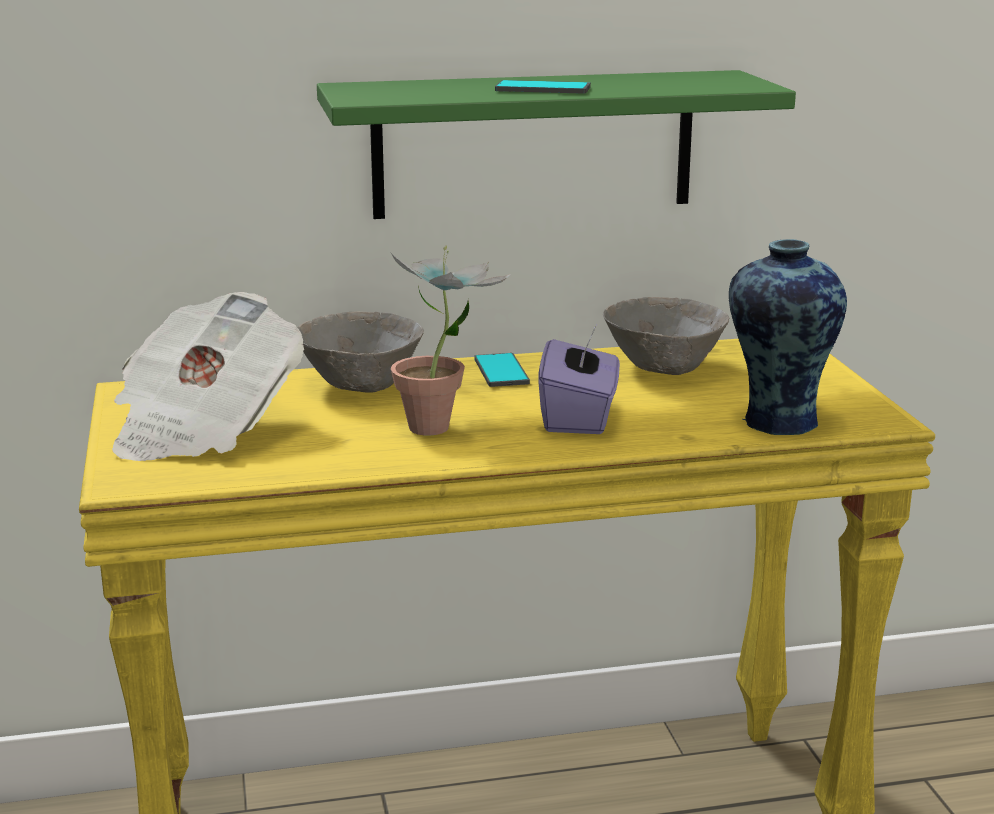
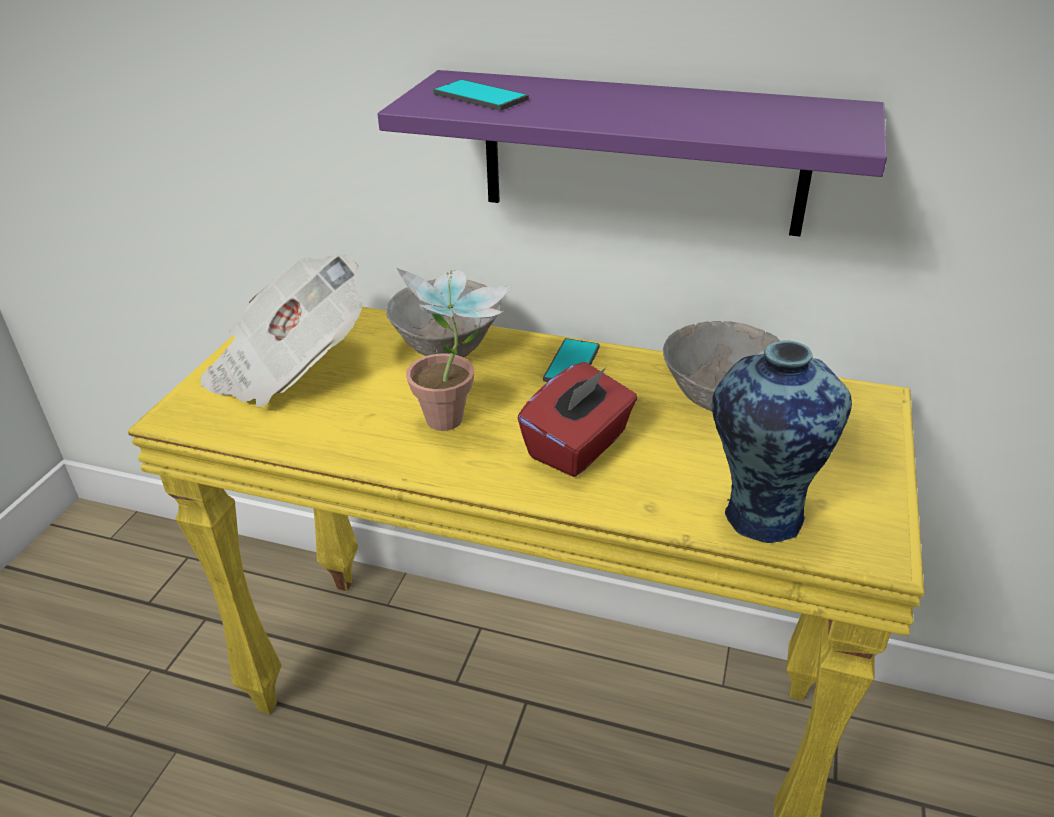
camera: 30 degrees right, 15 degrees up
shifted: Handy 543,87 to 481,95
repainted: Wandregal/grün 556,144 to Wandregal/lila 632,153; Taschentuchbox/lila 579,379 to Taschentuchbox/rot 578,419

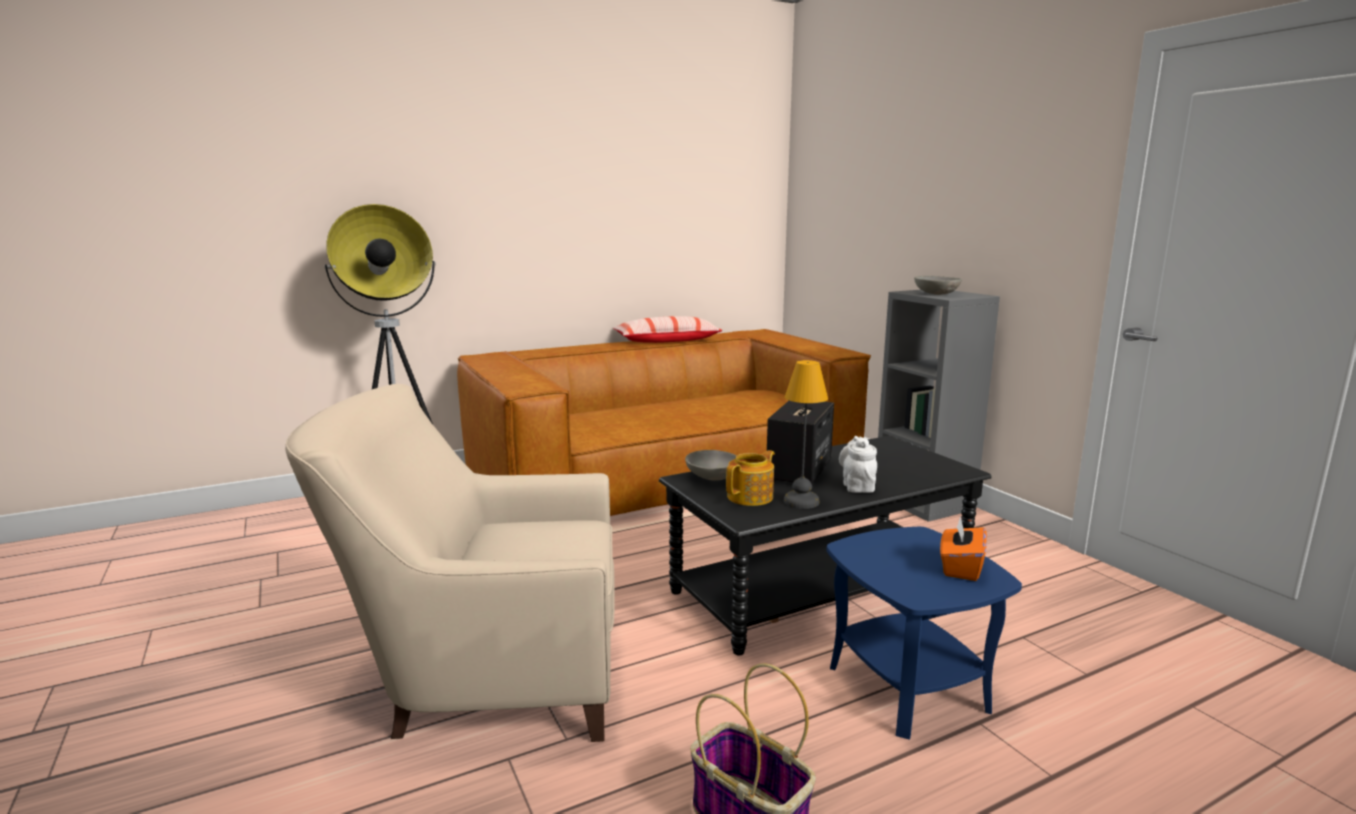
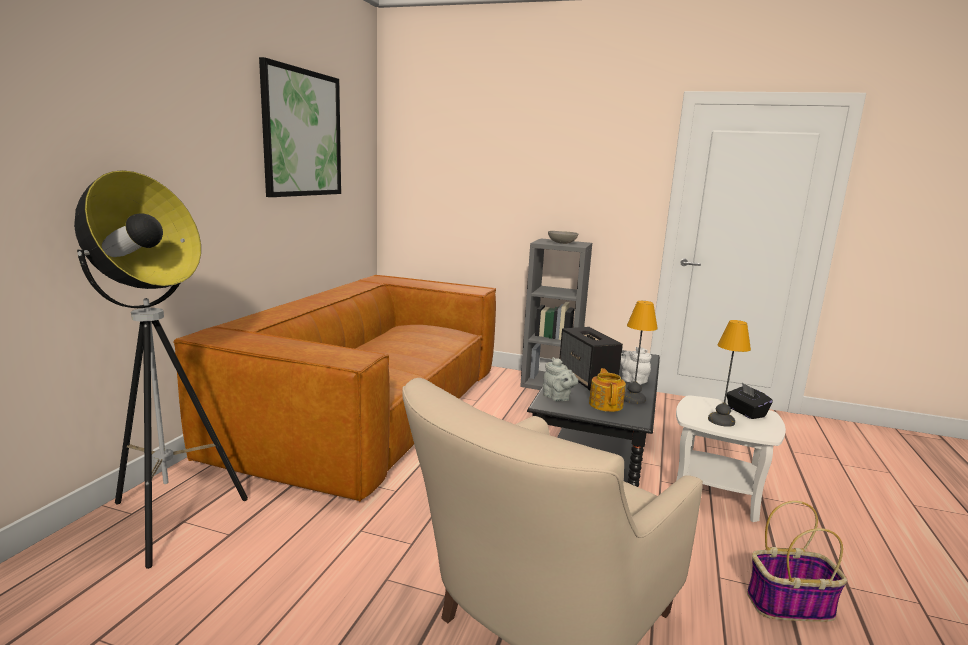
camera: 45 degrees left, 0 degrees up
gone: Kissen 668,329
new: Bild 300,127; Tischlampe 729,373
swapped: Schüssel/grau 711,465 to Teekanne/grau 560,379
repainted: Beistelltisch/blau 924,633 to Beistelltisch/weiß 731,458; Taschentuchbox/orange 963,548 to Taschentuchbox/schwarz 750,401

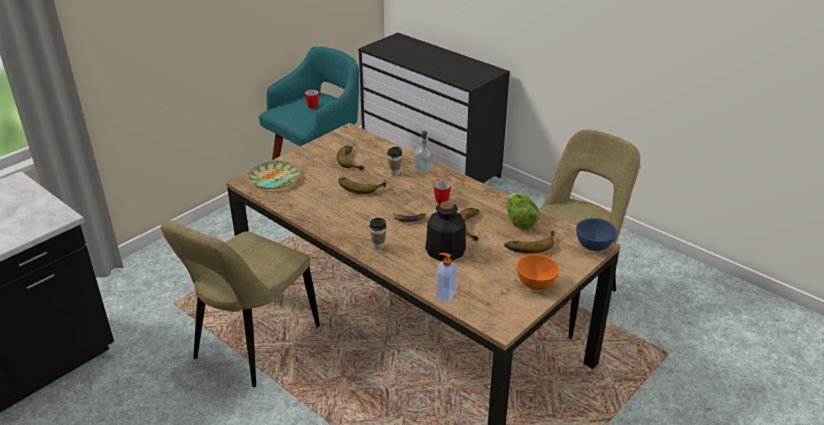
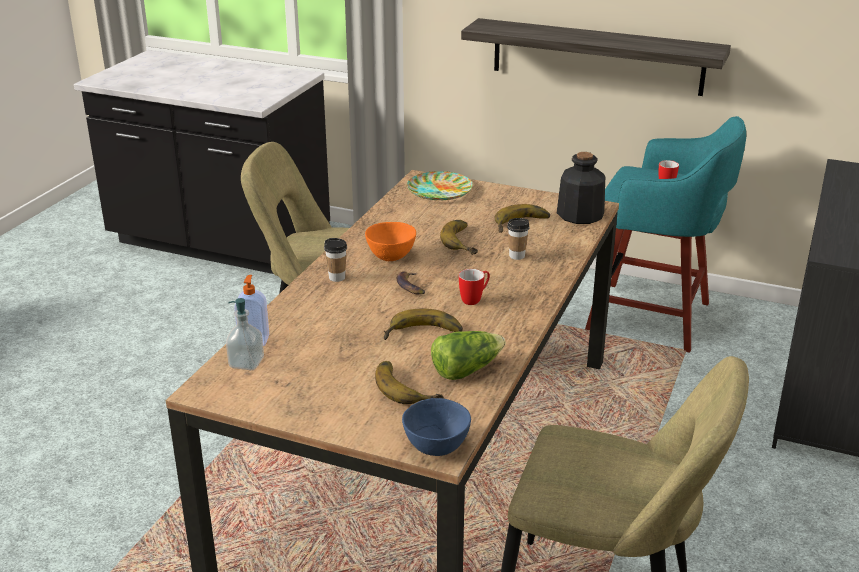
camera: 70 degrees right, 5 degrees down
new: Wandregal 596,57
shifted: Seifenspender 424,151 to 245,334; Flasche 445,231 to 581,188; Schüssel/orange 538,272 to 390,241

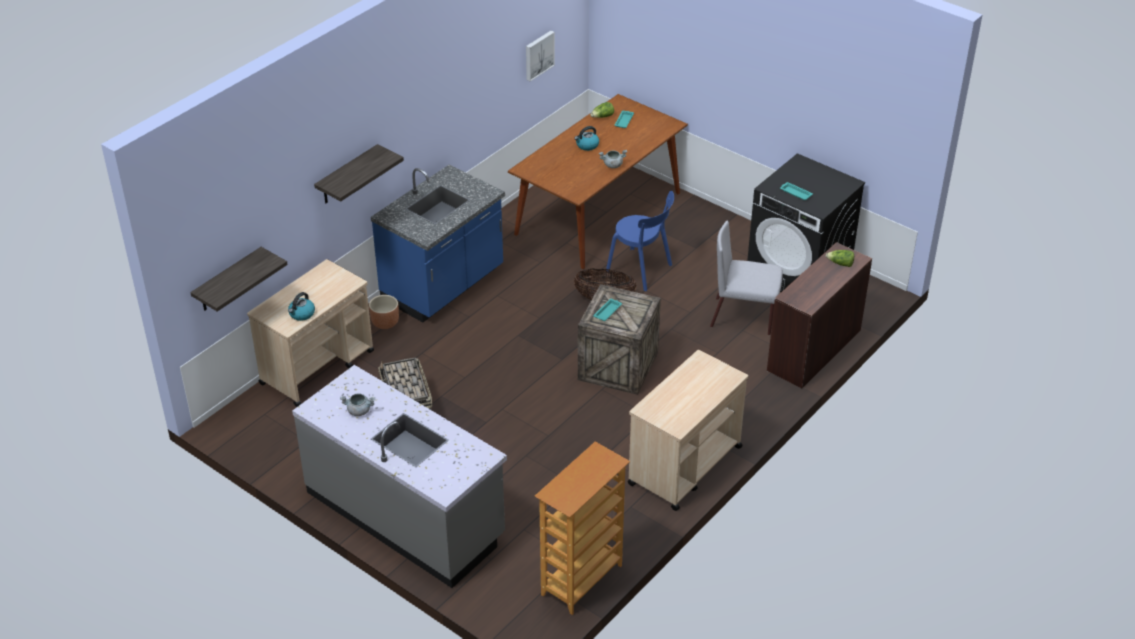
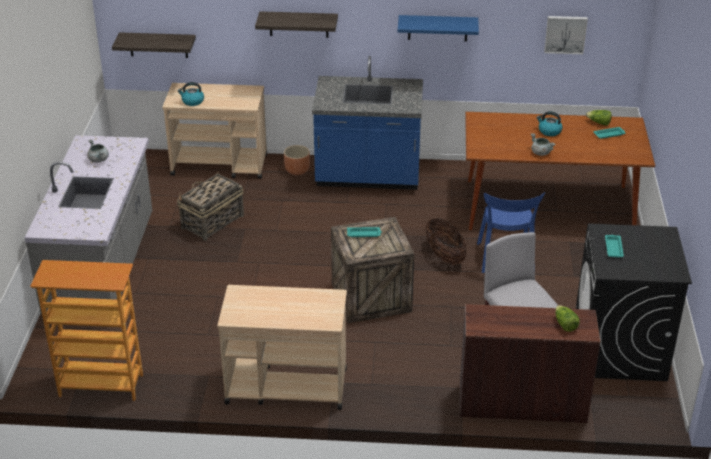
camera: 55 degrees right, 5 degrees down
new: Wandregal/blau 438,28

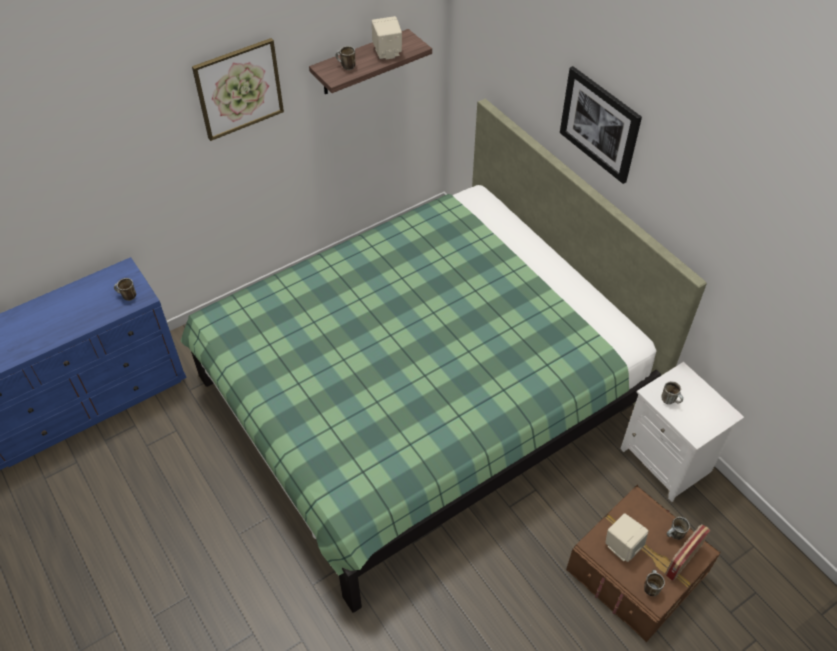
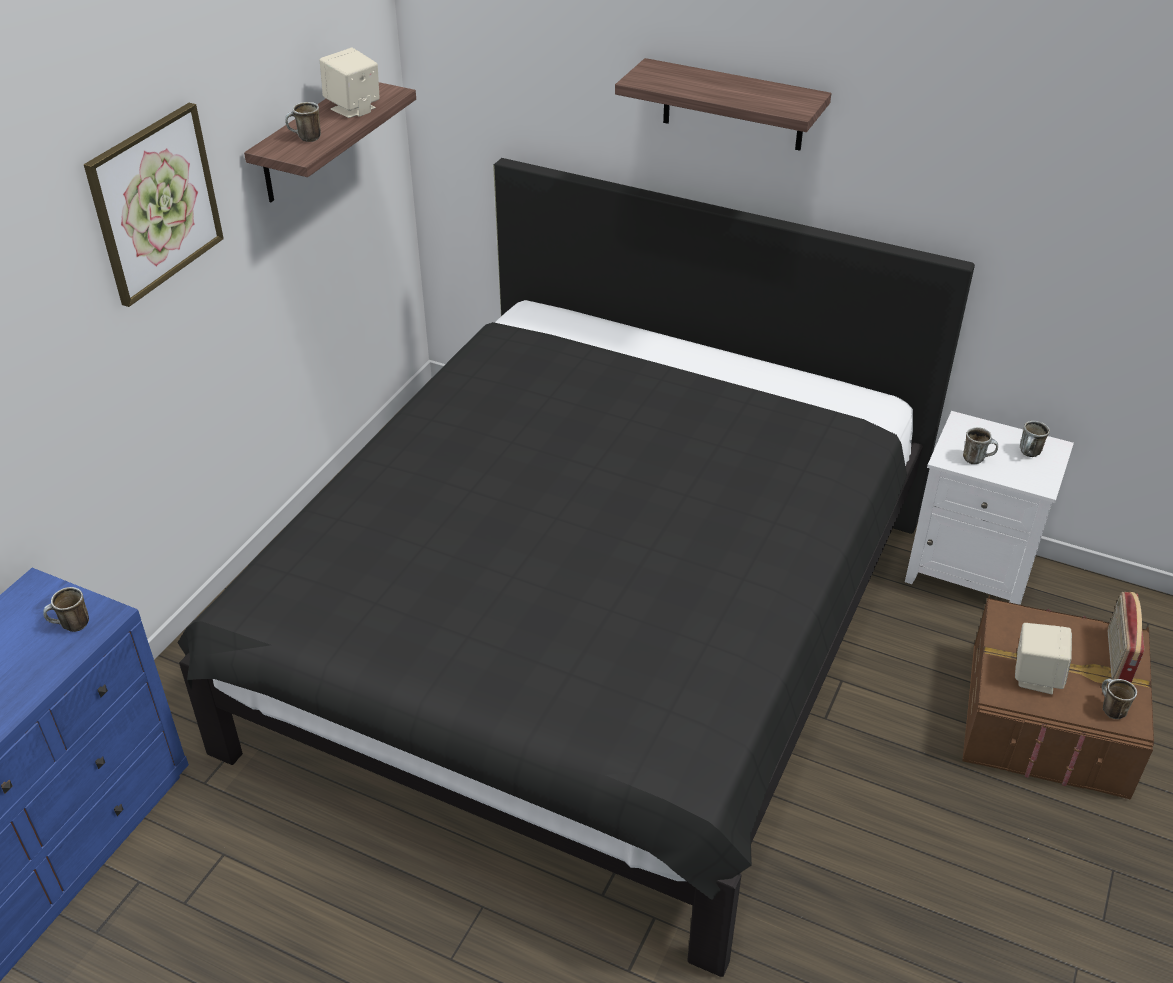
camera: 30 degrees left, 10 degrees down
shifted: Henkelbecher 678,528 to 1035,439
swapped: Bild 601,125 to Wandregal 723,104
repainted: Bett/grün 444,356 to Bett/schwarz 576,567

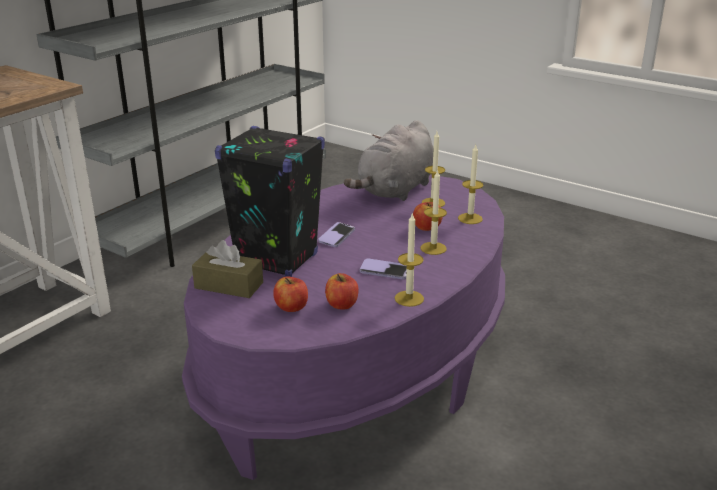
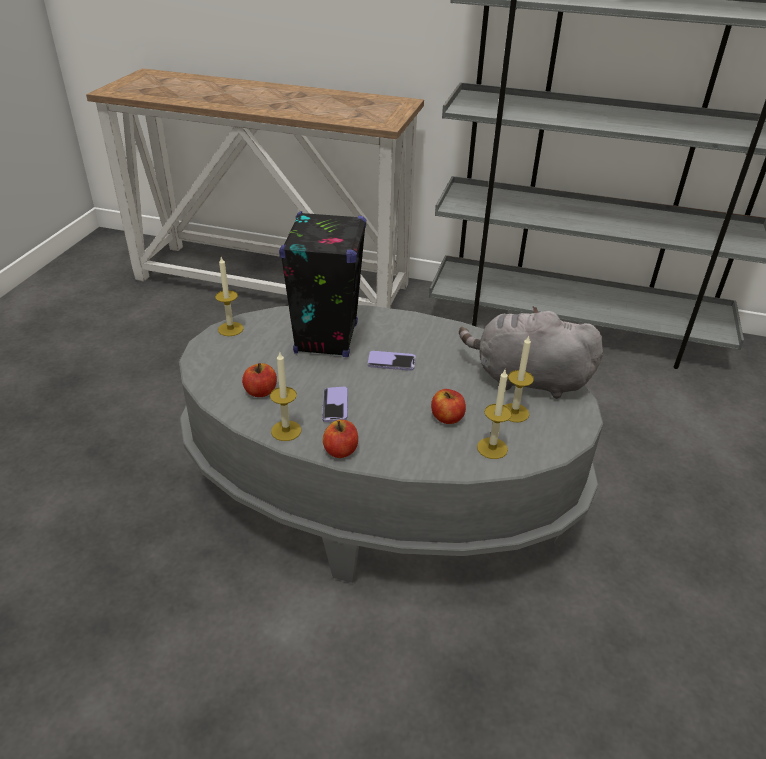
camera: 70 degrees right, 10 degrees up
gone: Taschentuchbox/braun 227,269
shifted: Apfel 290,294 to 340,439; Kerze 434,212 to 229,296
repainted: Couchtisch/lila 343,327 to Couchtisch/grau 391,444

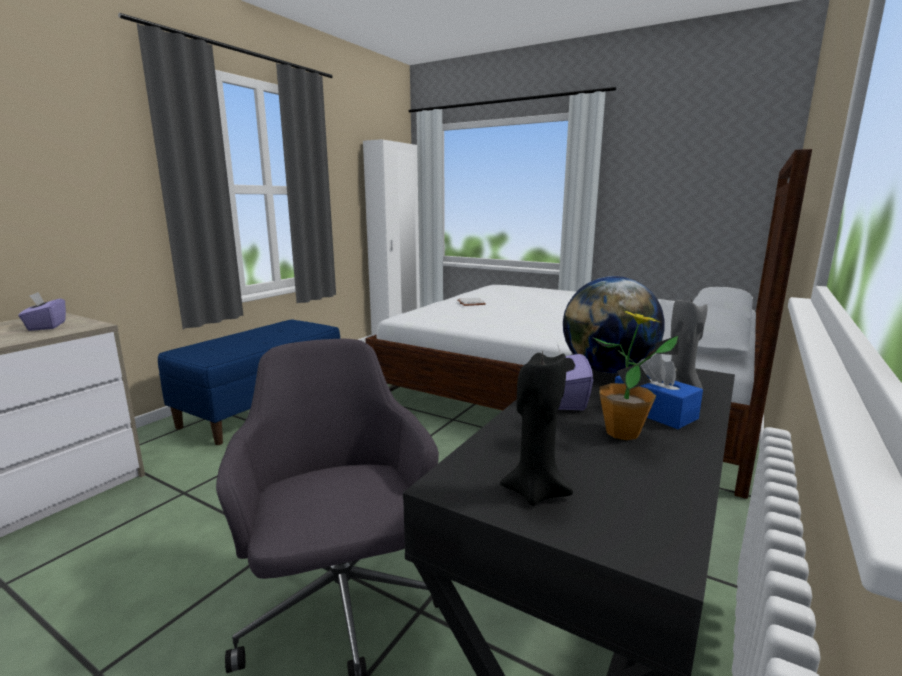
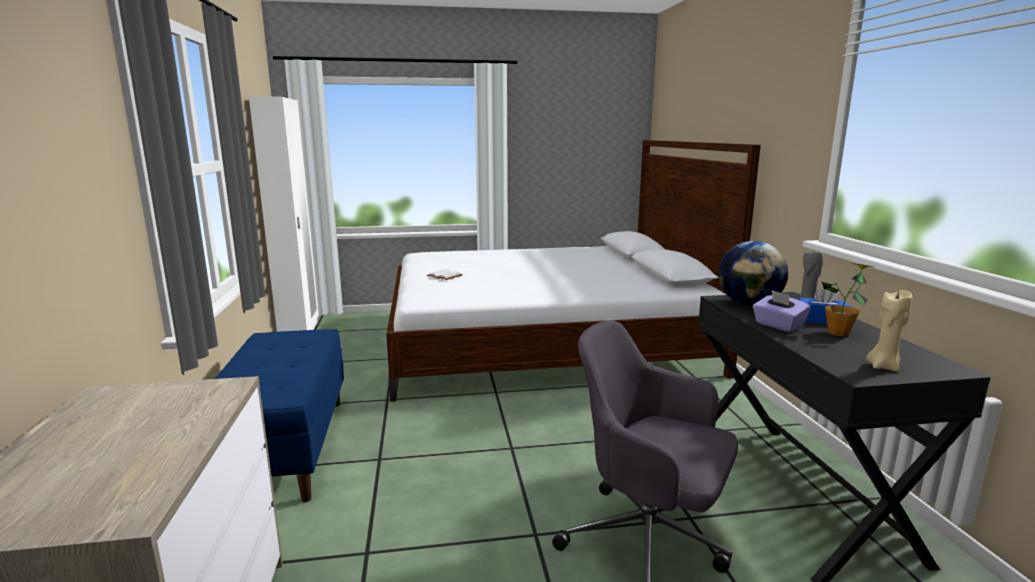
camera: 40 degrees left, 0 degrees up
gone: Taschentuchbox/lila 42,311
repainted: Kerze/schwarz 536,427 to Kerze/beige 889,331

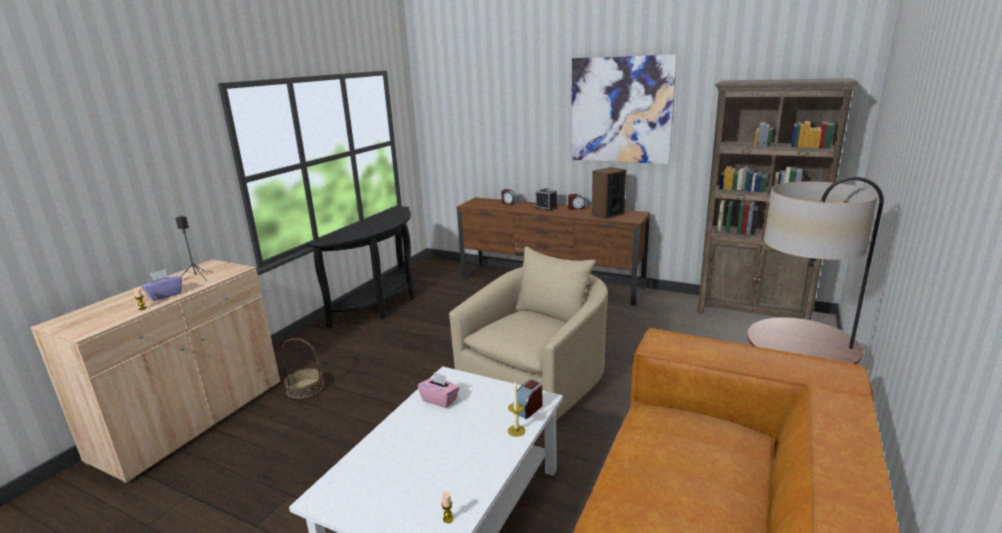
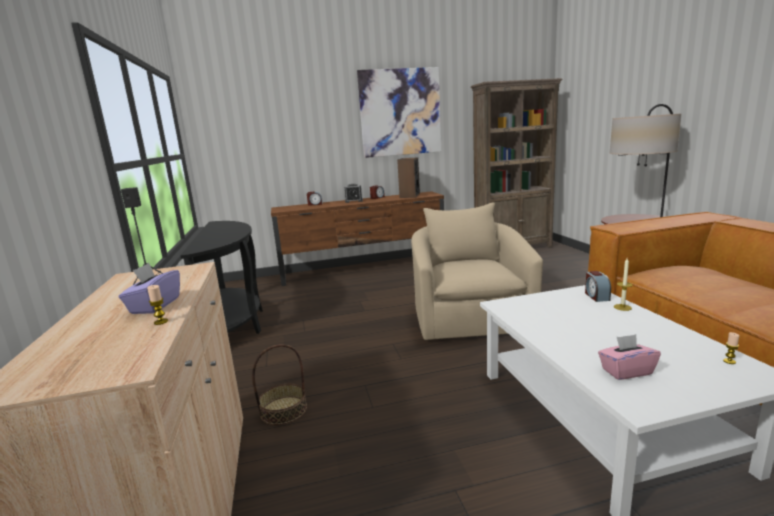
camera: 40 degrees left, 5 degrees down
shifted: Taschentuchbox/rosa 439,390 to 629,357

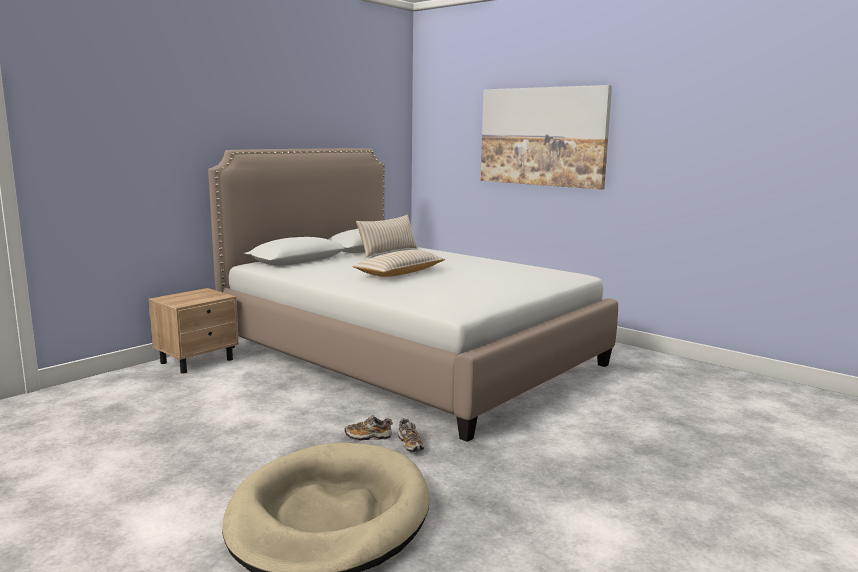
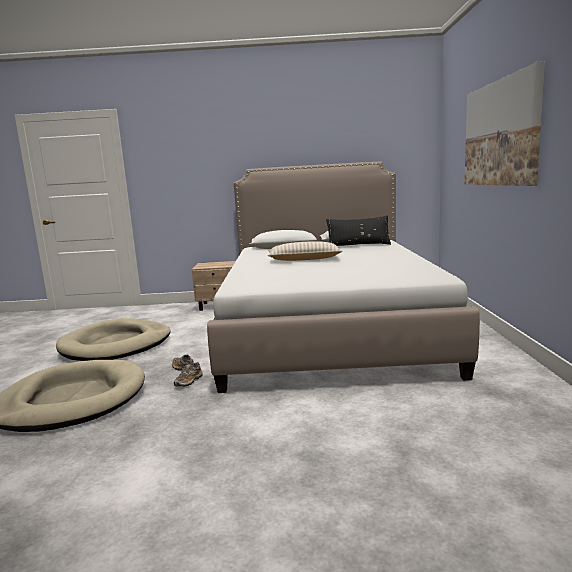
camera: 50 degrees right, 0 degrees up
new: Hundebett/beige 113,339
repainted: Kissen/beige 386,236 to Kissen/schwarz 358,230

